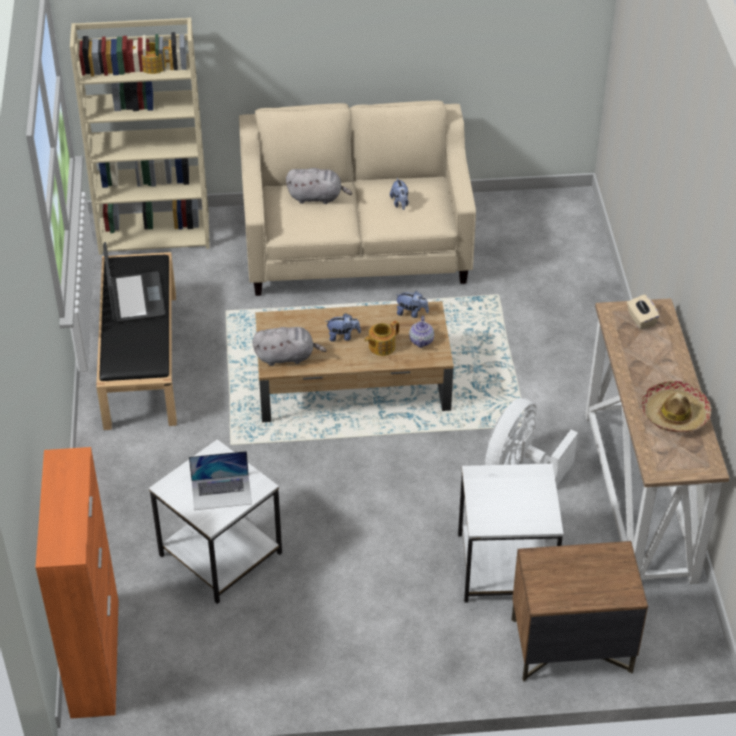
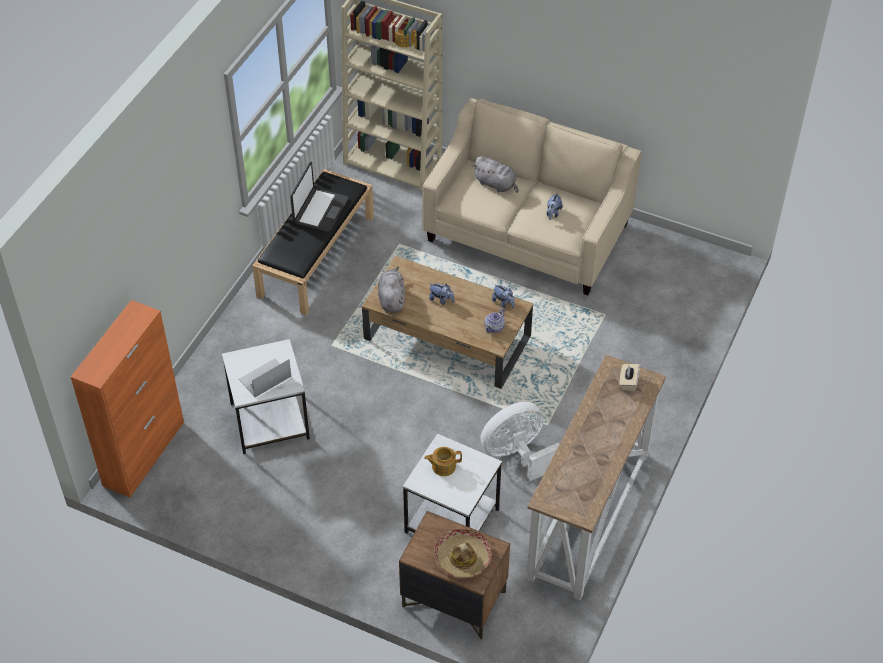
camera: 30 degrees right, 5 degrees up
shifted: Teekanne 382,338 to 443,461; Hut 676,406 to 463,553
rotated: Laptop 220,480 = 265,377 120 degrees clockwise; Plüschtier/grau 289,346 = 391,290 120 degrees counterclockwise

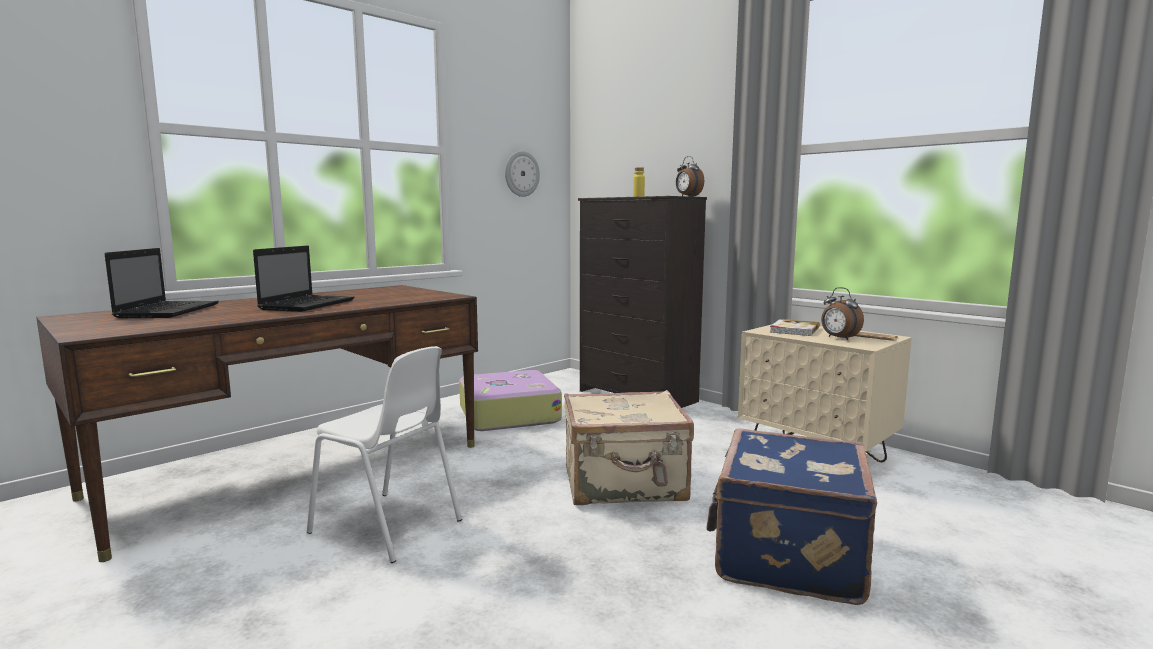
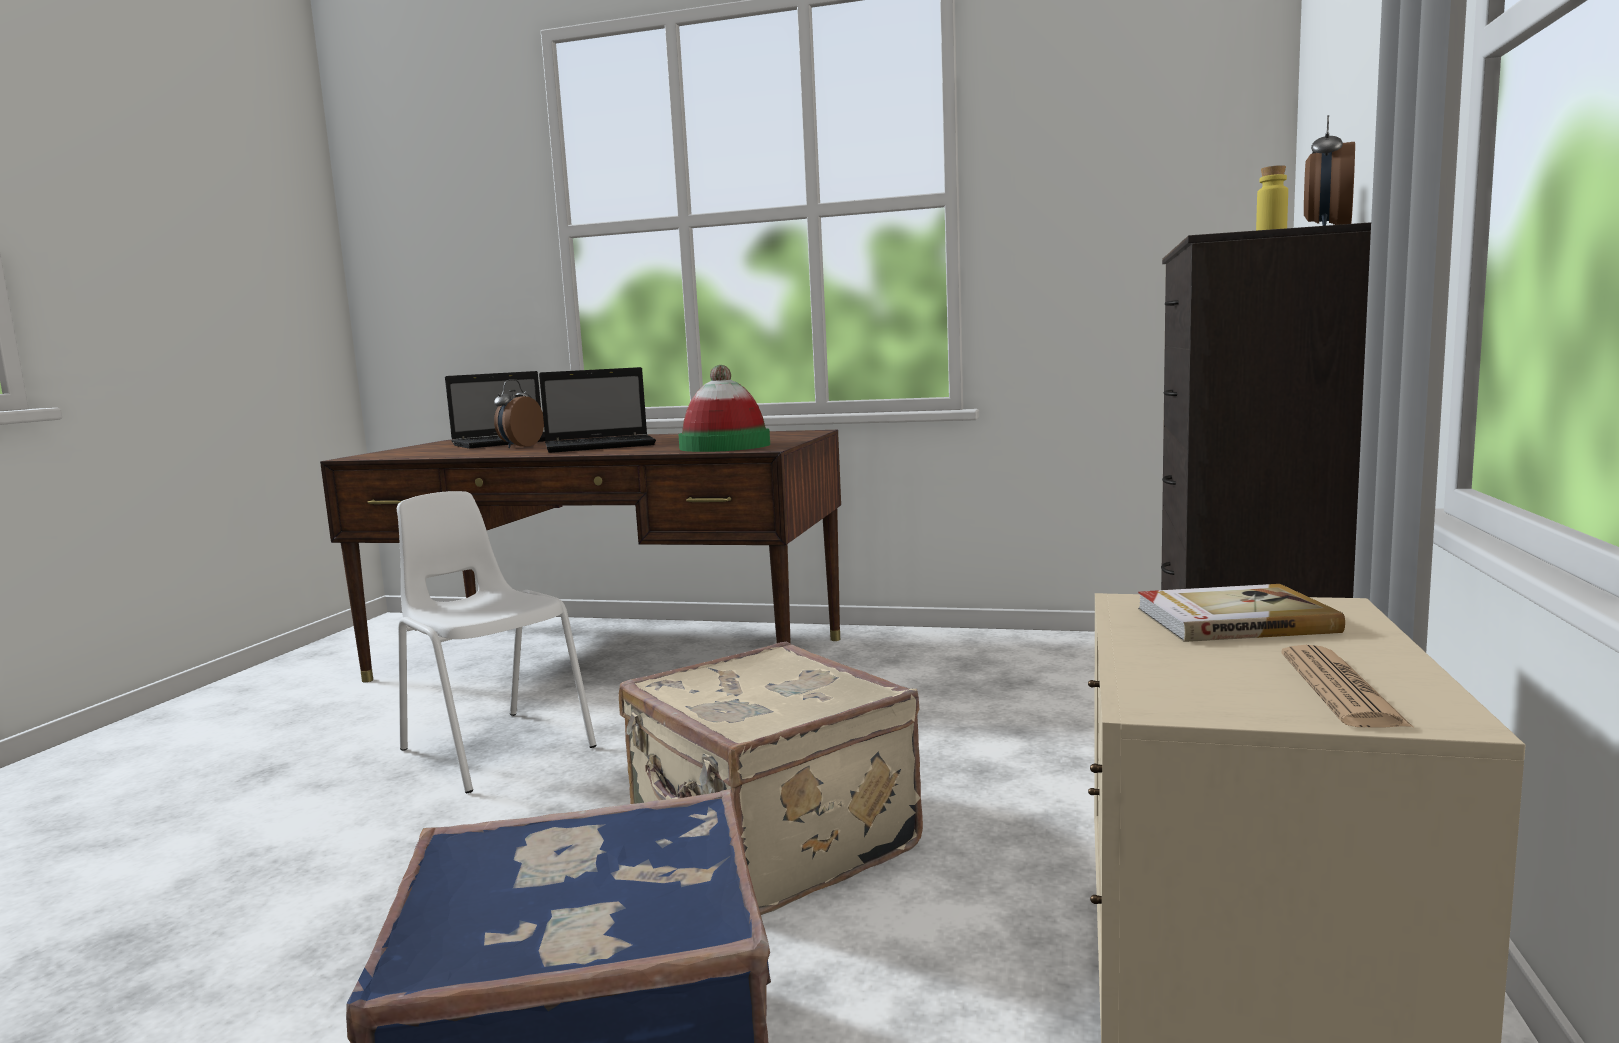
camera: 60 degrees right, 0 degrees up
gone: Koffer 510,400; Wanduhr 522,174
new: Hut 724,408
shifted: Wecker 842,313 to 519,413
rotated: Stuhl/weiß 384,454 = 497,642 135 degrees clockwise

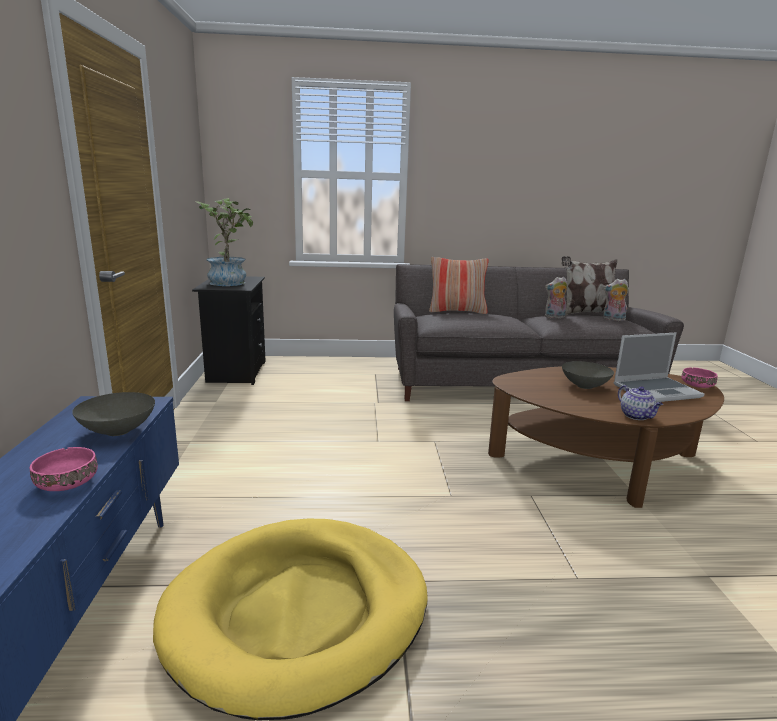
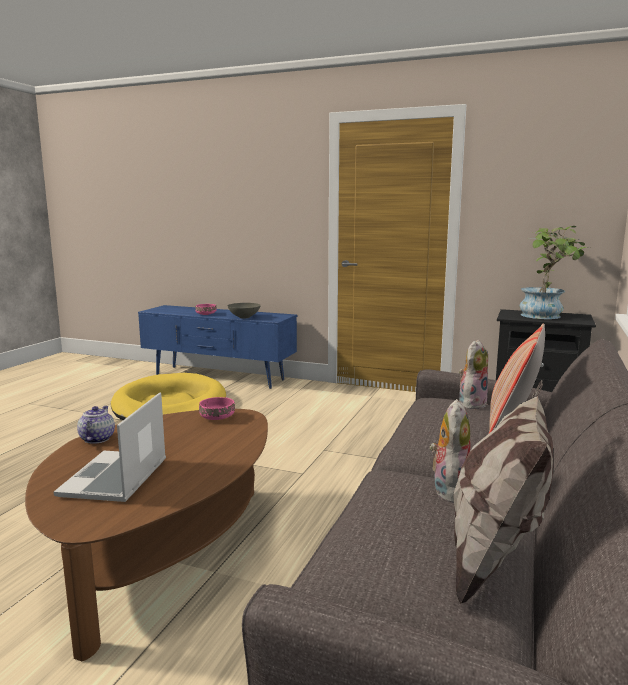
camera: 115 degrees right, 5 degrees down
gone: Schüssel/grau 588,375
shifted: Plüschtier 616,300 to 473,374; Schüssel/rosa 700,377 to 217,408
rotated: Teekanne 640,402 = 96,425 90 degrees clockwise

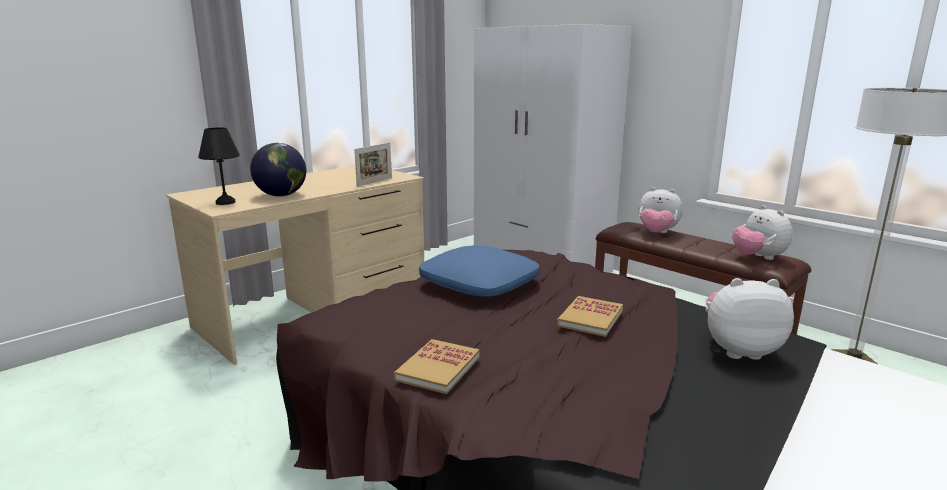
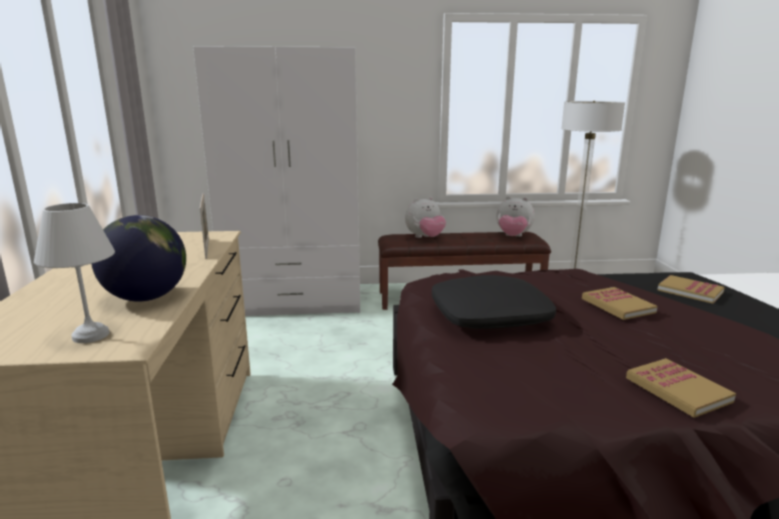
camera: 50 degrees left, 0 degrees up
swapped: Plüschtier 750,319 to Buch 691,289
repainted: Tischlampe/schwarz 219,166 to Tischlampe/weiß 74,273; Kissen/blau 479,271 to Kissen/schwarz 494,302

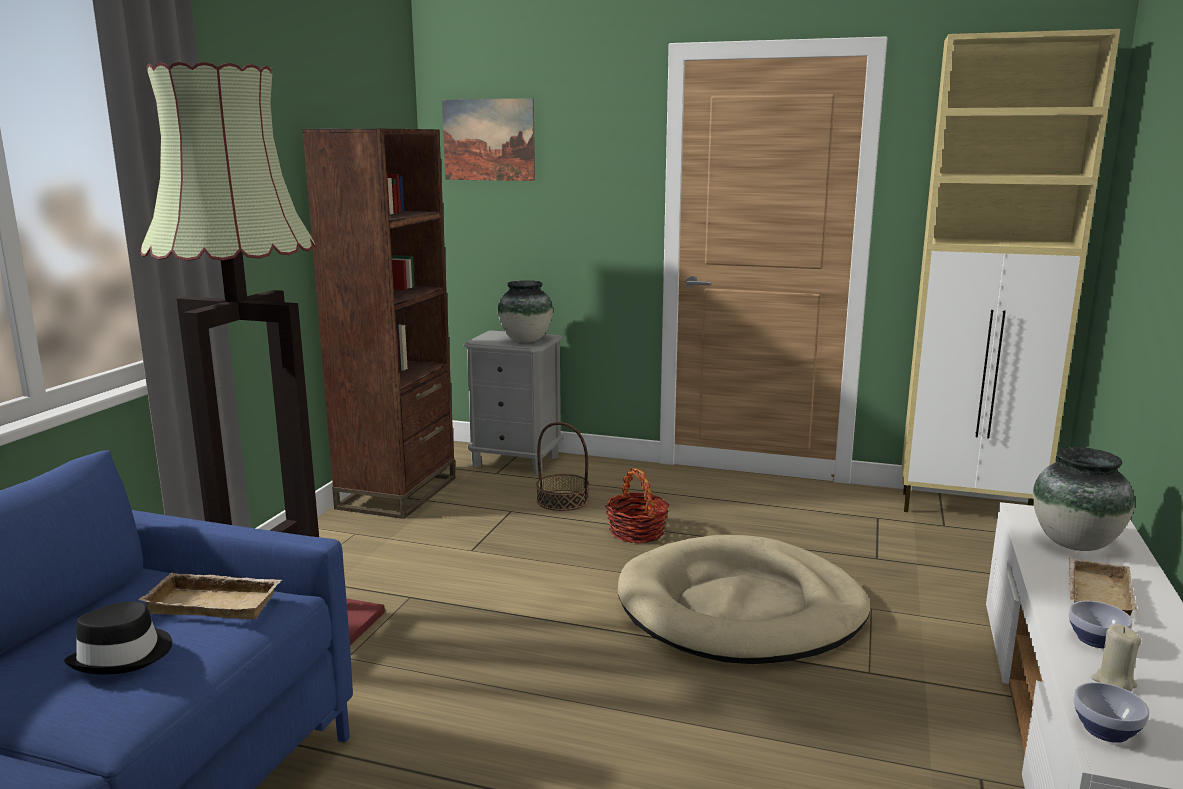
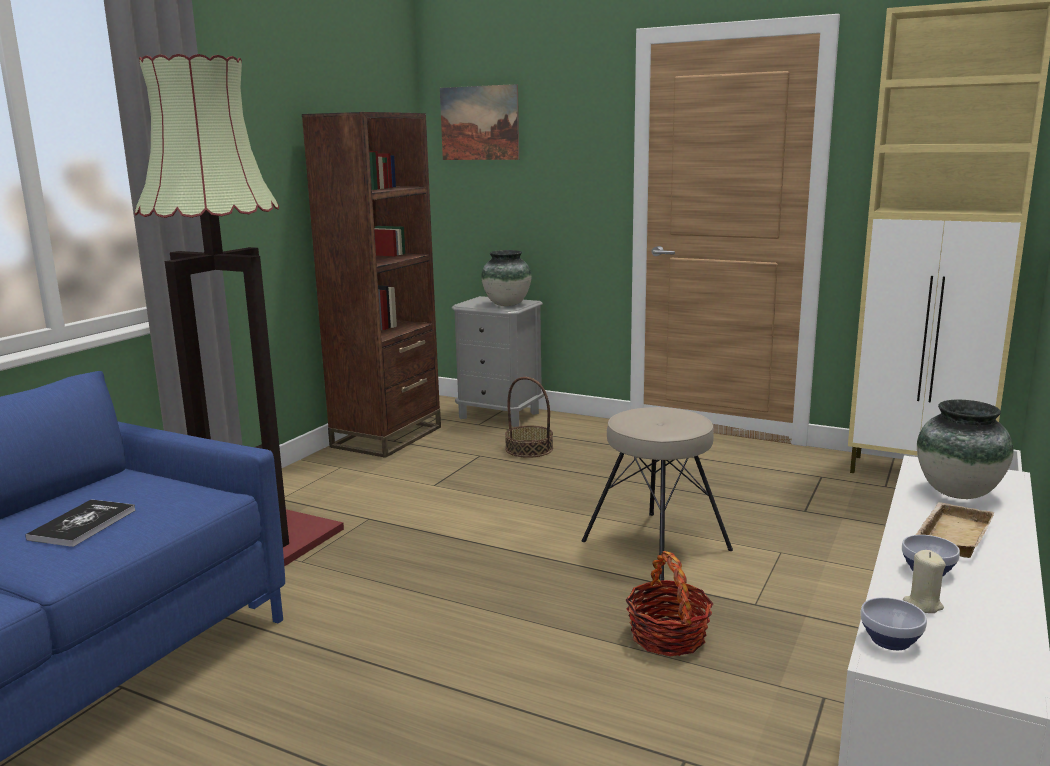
camera: 10 degrees right, 0 degrees up
gone: Tablett/beige 210,595
shifted: Korb 637,505 to 670,603
swapped: Hut/schwarz 118,638 to Buch 81,523; Hundebett/beige 744,599 to Hocker/beige 657,494

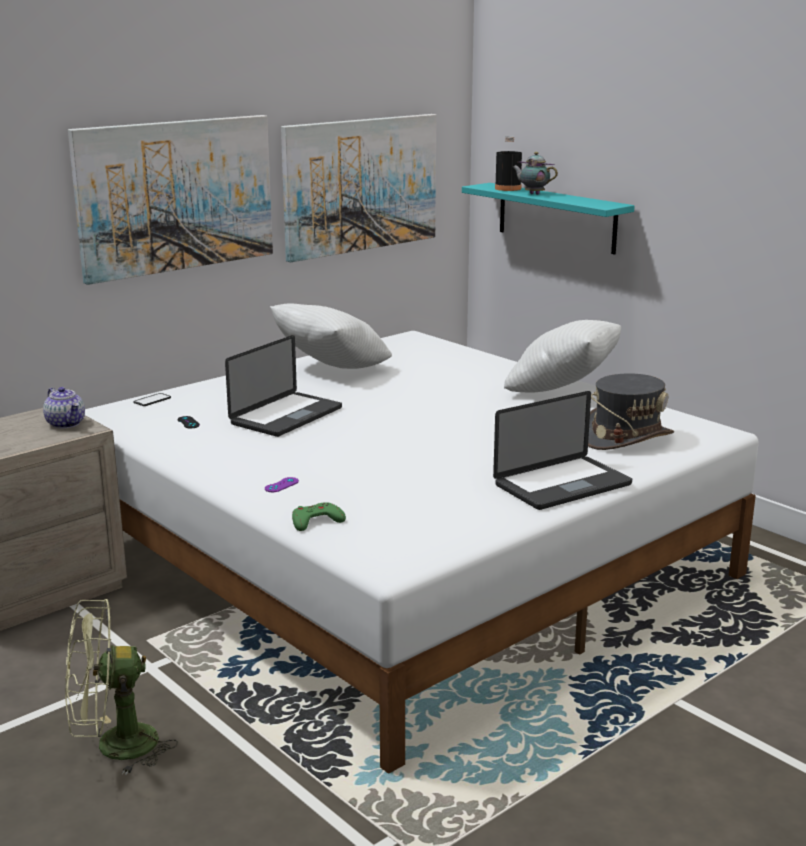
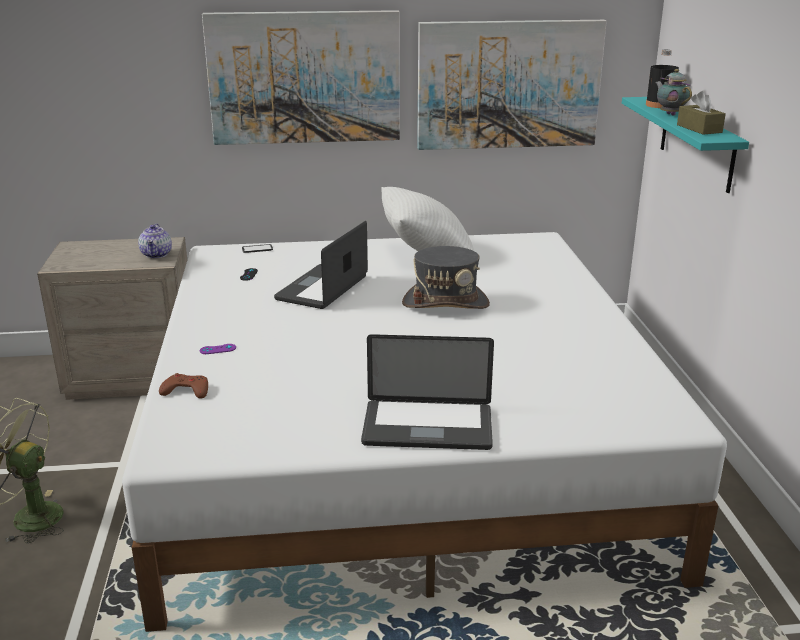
camera: 35 degrees right, 5 degrees up
gone: Kissen/weiß 562,356
new: Taschentuchbox/braun 701,113
shifted: Hut/grau 631,411 to 446,277
repainted: Gamepad/grün 319,516 to Gamepad/braun 183,385
rotated: Laptop 283,386 = 321,265 135 degrees clockwise

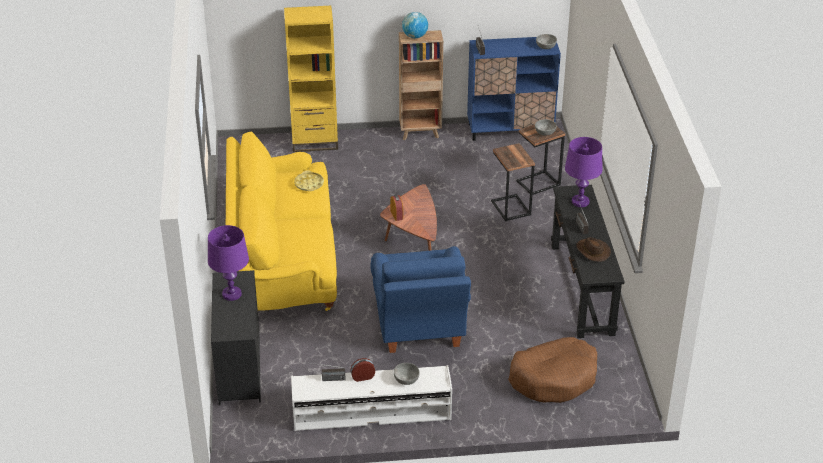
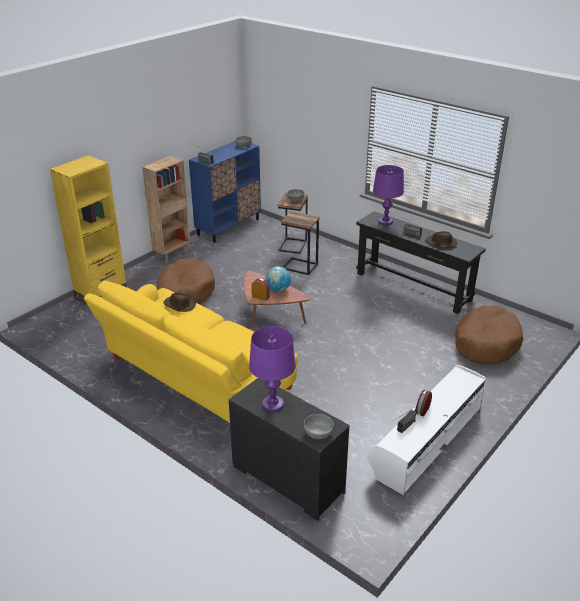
camera: 45 degrees left, 5 degrees down
gone: Sessel/blau 421,299
new: Hundebett/braun 186,281
shifted: Schüssel/grau 407,374 to 319,426; Globus 415,25 to 278,279
swapped: Tablett/gelb 309,180 to Hut/braun 180,302

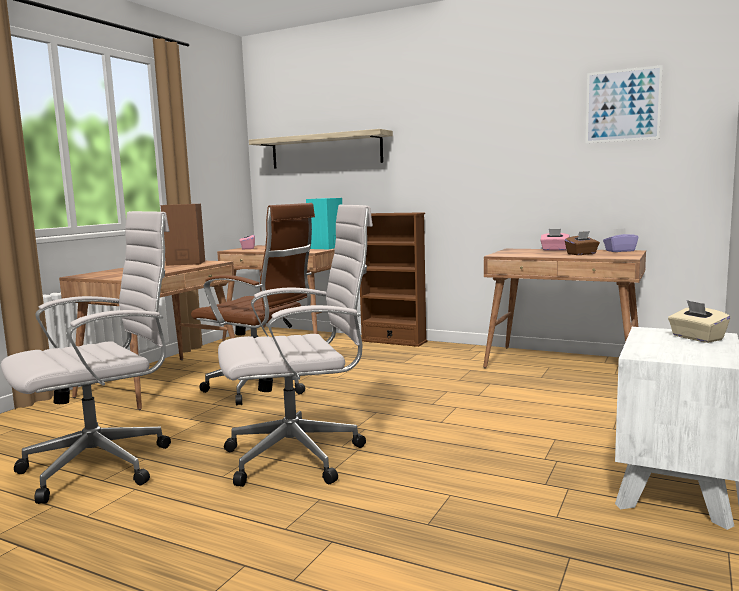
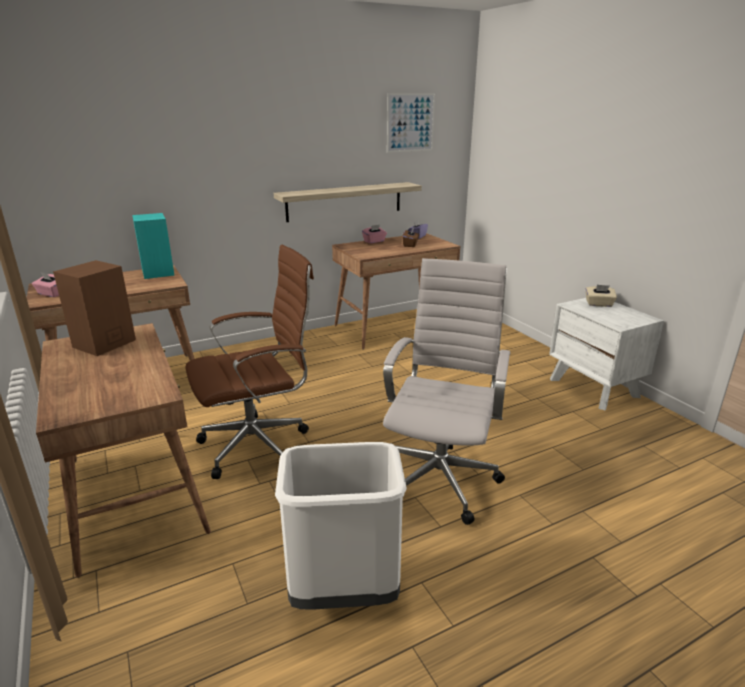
camera: 55 degrees left, 15 degrees up
gone: Bücherregal/braun 393,279
shifted: Wandregal 321,149 to 348,202
swapped: Bürostuhl/weiß 86,357 to Mülleimer/weiß 341,526

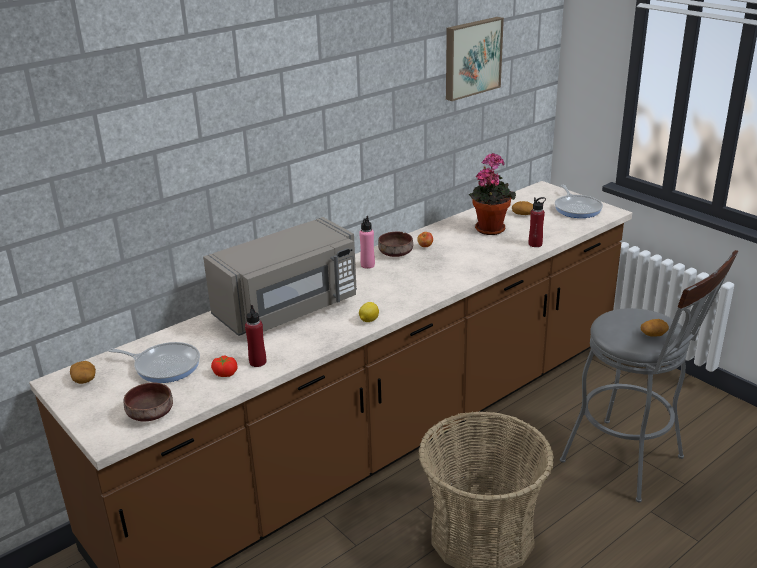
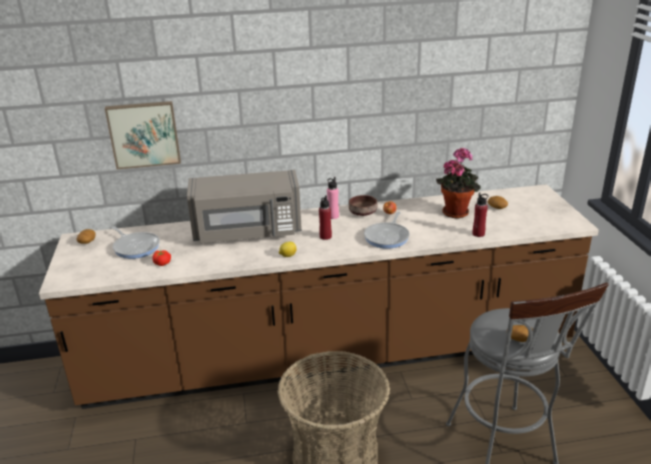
camera: 30 degrees right, 0 degrees up
gone: Schüssel/braun 148,402
shifted: Flasche/rot 255,336 to 325,217; Bild 475,59 to 143,135; Pfanne 579,201 to 387,230

